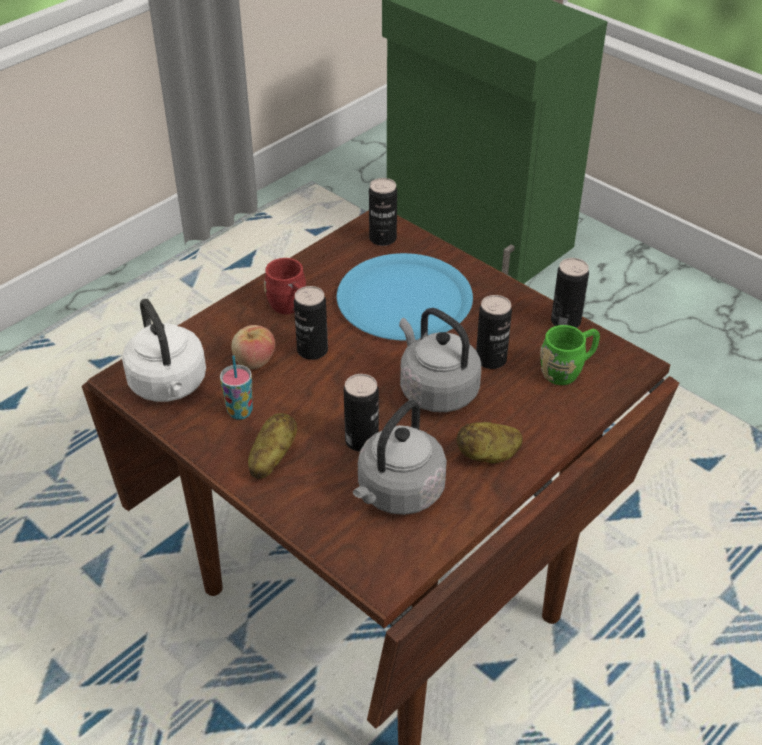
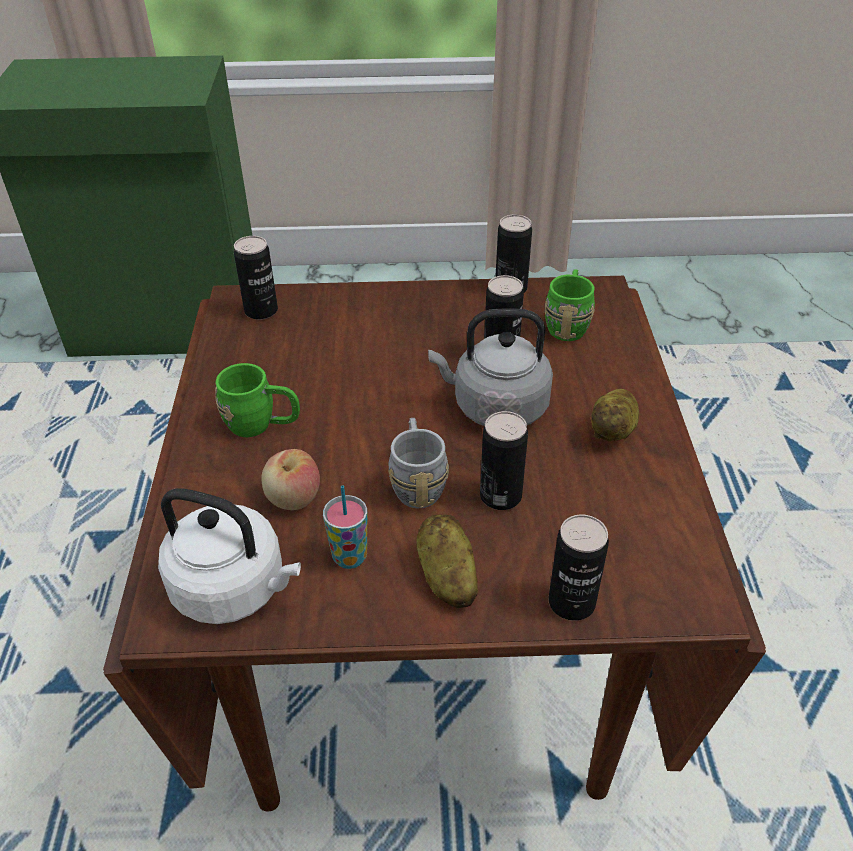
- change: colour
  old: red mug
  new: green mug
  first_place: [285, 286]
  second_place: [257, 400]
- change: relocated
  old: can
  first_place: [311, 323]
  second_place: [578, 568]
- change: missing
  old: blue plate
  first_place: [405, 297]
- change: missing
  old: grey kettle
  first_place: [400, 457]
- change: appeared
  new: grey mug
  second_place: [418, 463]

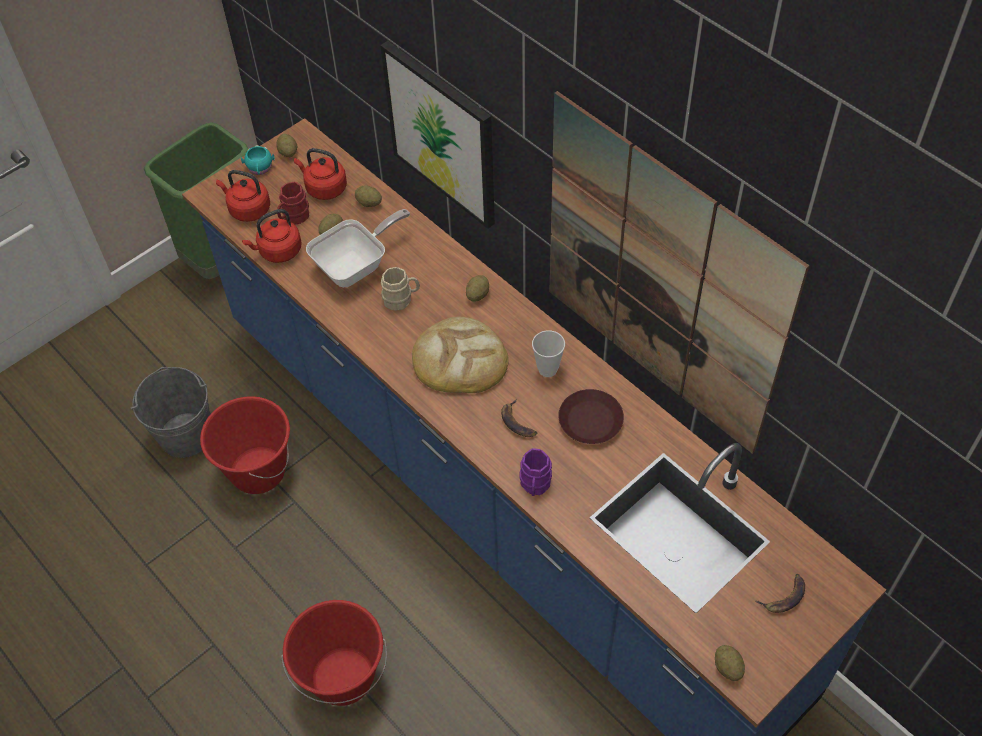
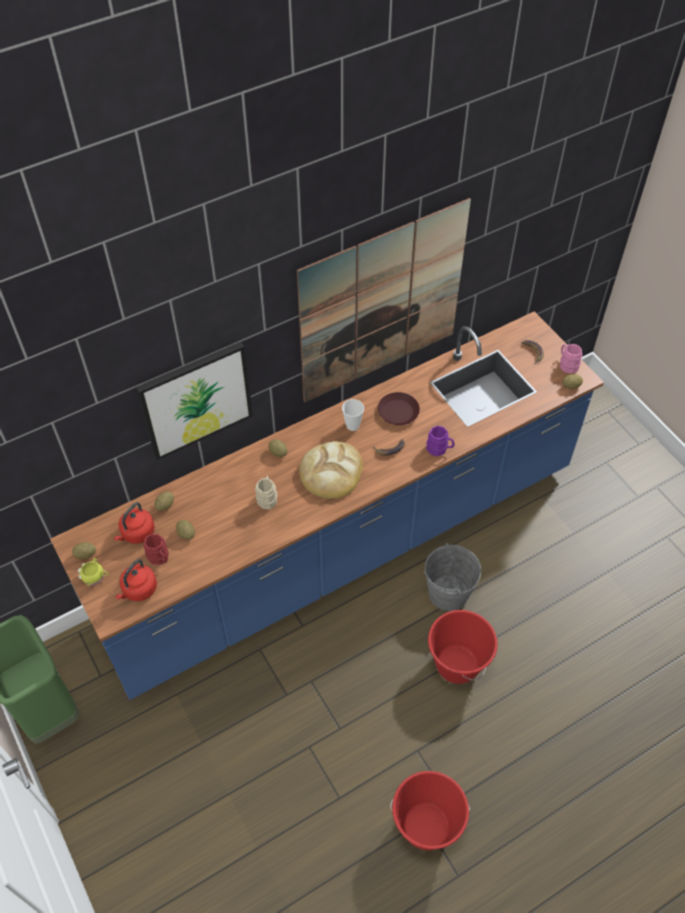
- change: relocated
  old: grey bucket
  first_place: [170, 412]
  second_place: [452, 577]
- change: relocated
  old: red bucket
  first_place: [245, 445]
  second_place: [430, 810]
- change: colour
  old: turquoise mug
  new: yellow mug
  first_place: [258, 160]
  second_place: [93, 572]
- change: missing
  old: red kettle
  first_place: [272, 236]
- change: missing
  old: frying pan
  first_place: [358, 248]
- change: appeared
  new: pink mug
  second_place: [571, 358]

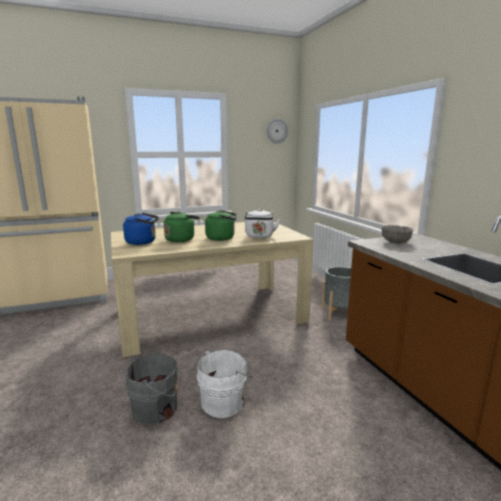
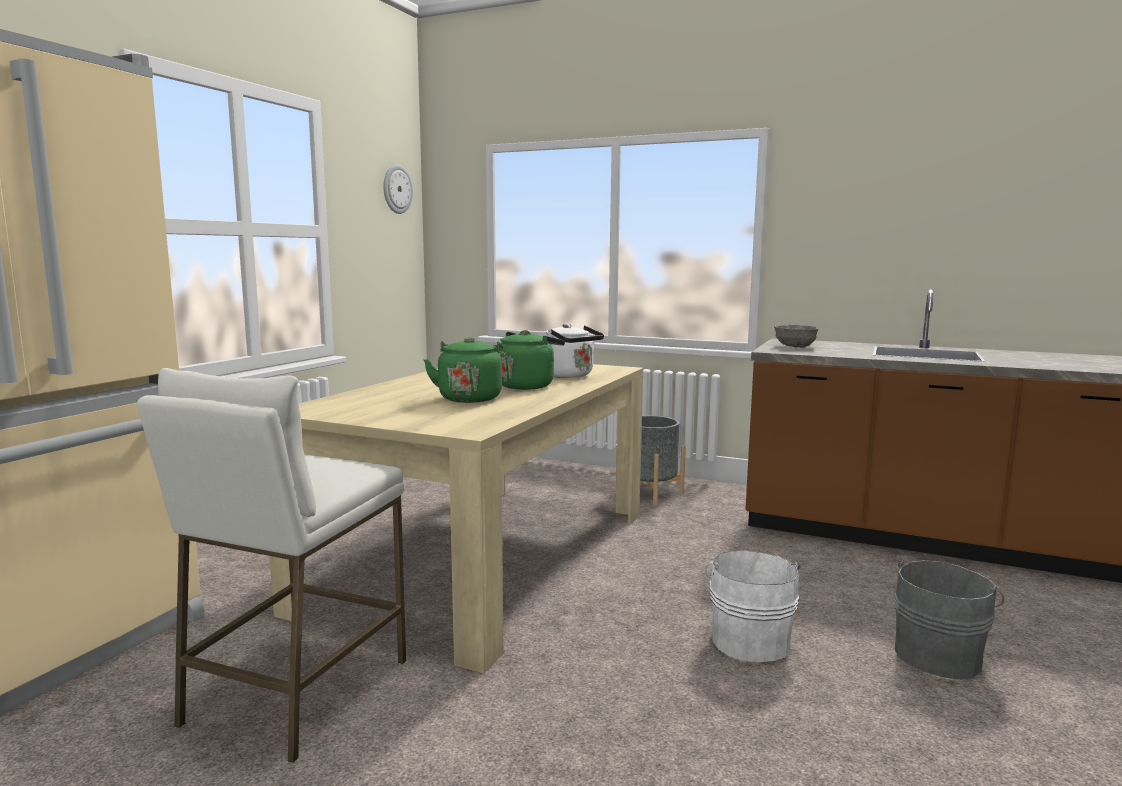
- change: missing
  old: blue kettle
  first_place: [141, 229]
- change: relocated
  old: grey bucket
  first_place: [153, 388]
  second_place: [949, 620]
- change: appeared
  new: white stool
  second_place: [271, 565]

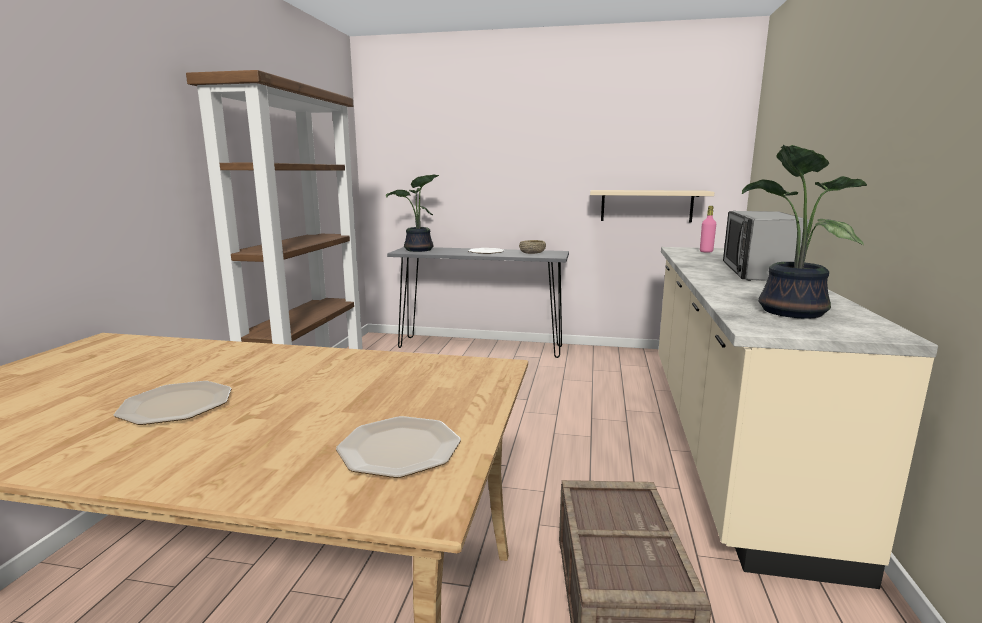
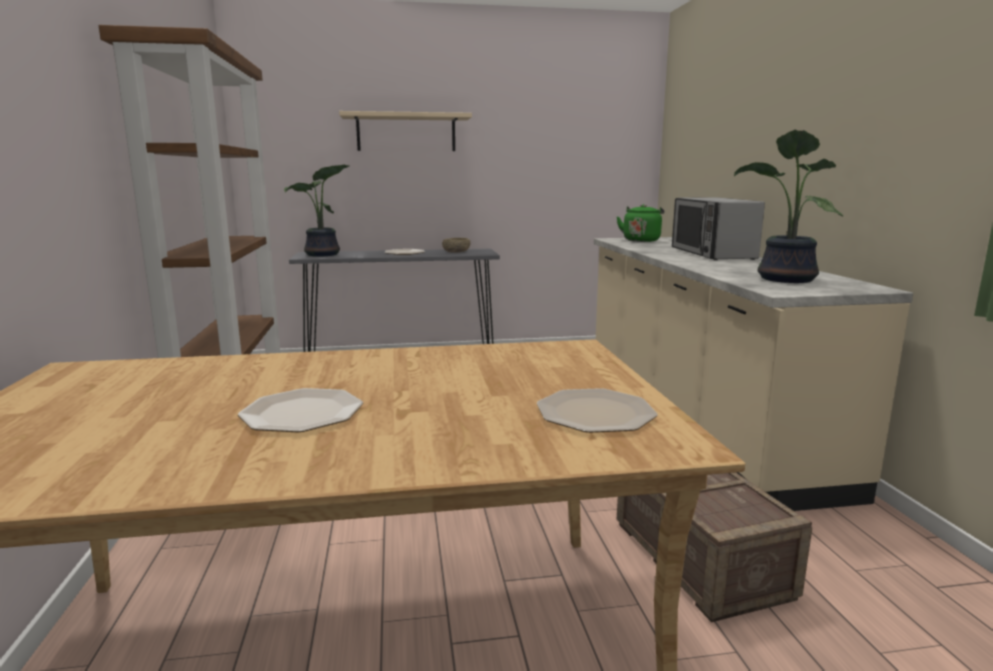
- change: relocated
  old: beige shelf
  first_place: [652, 206]
  second_place: [405, 131]
- change: exchanged
  old: pink bottle
  new: green kettle
  first_place: [708, 229]
  second_place: [640, 223]

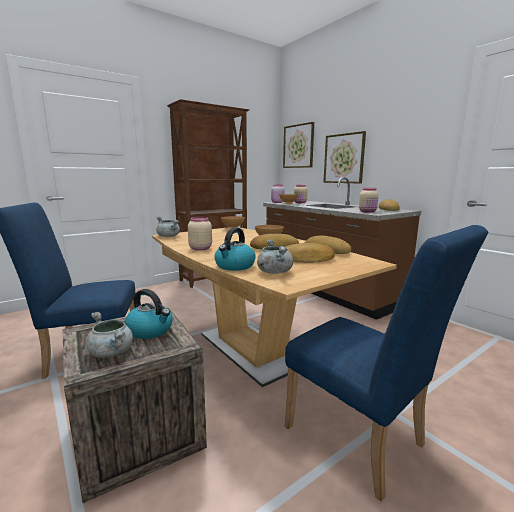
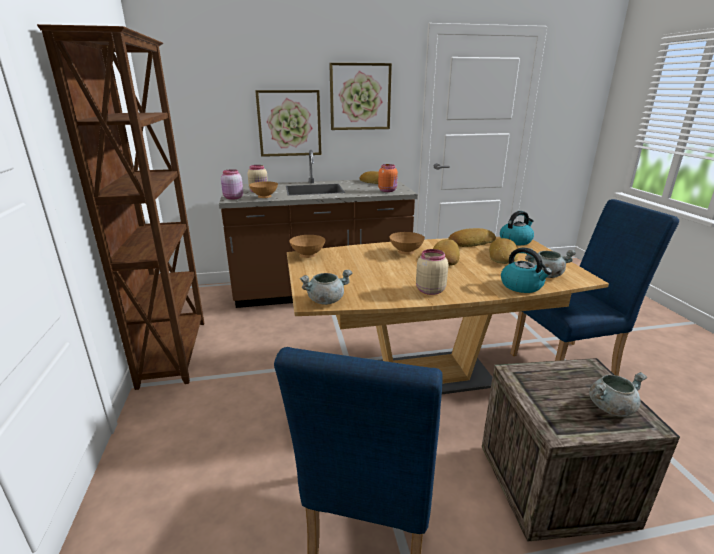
- change: relocated
  old: kettle
  first_place: [149, 314]
  second_place: [517, 228]
- change: relocated
  old: picture
  first_place: [298, 145]
  second_place: [360, 96]
- change: colour
  old: beige jar
  new: orange jar
  first_place: [369, 200]
  second_place: [388, 178]

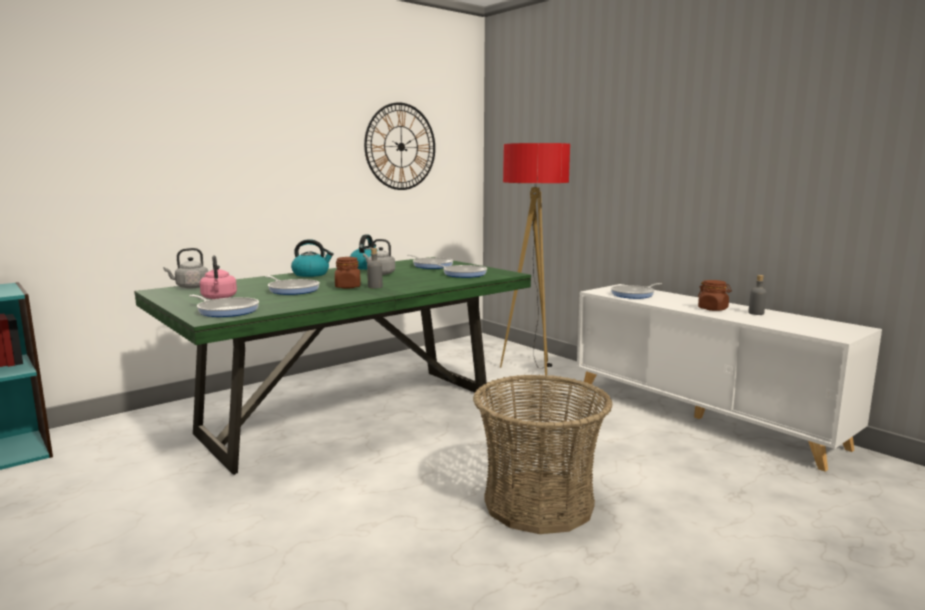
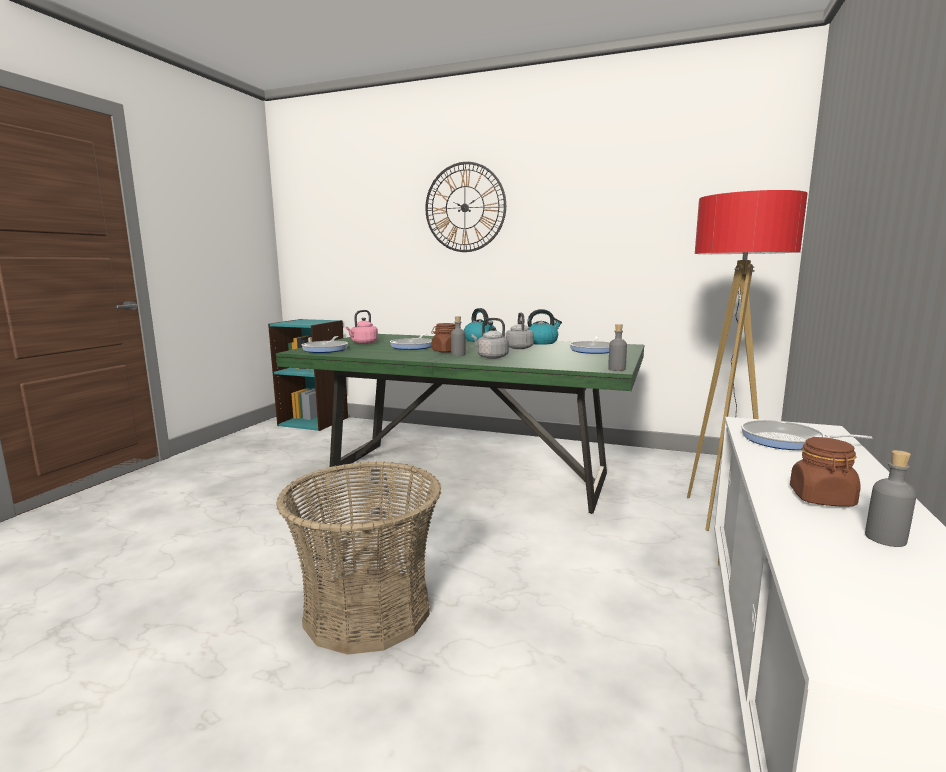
- change: relocated
  old: grey kettle
  first_place: [186, 268]
  second_place: [490, 338]
- change: relocated
  old: wall clock
  first_place: [399, 146]
  second_place: [465, 207]
- change: missing
  old: frying pan
  first_place: [458, 270]
- change: appeared
  new: grey bottle
  second_place: [617, 347]

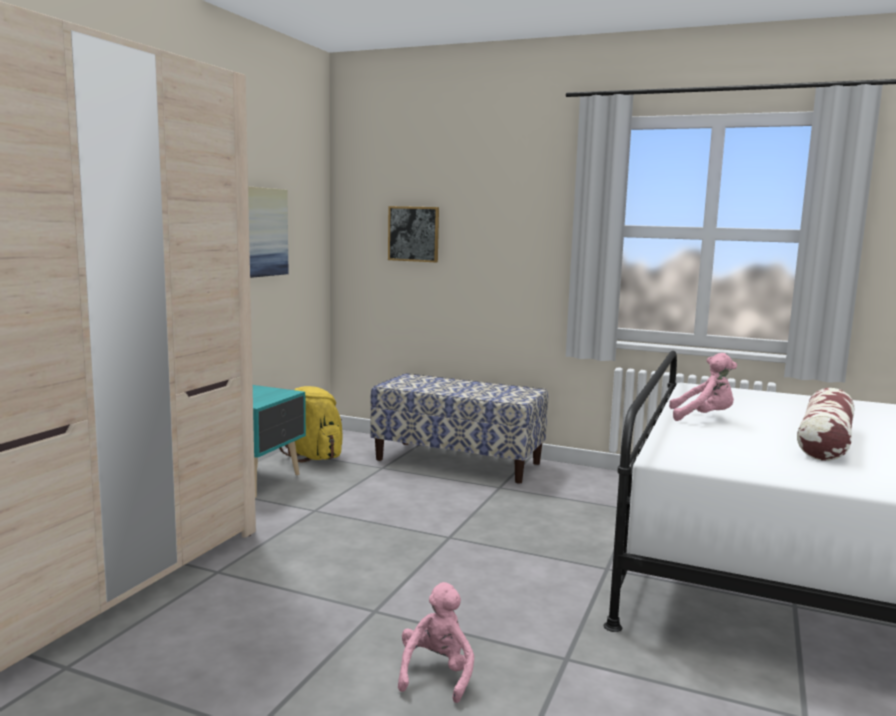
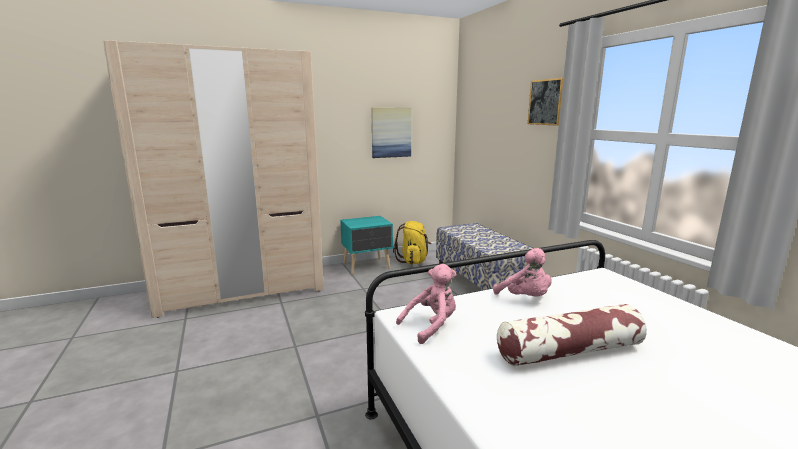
- change: relocated
  old: picture
  first_place: [413, 234]
  second_place: [545, 102]
- change: relocated
  old: pink plush toy
  first_place: [436, 642]
  second_place: [426, 304]

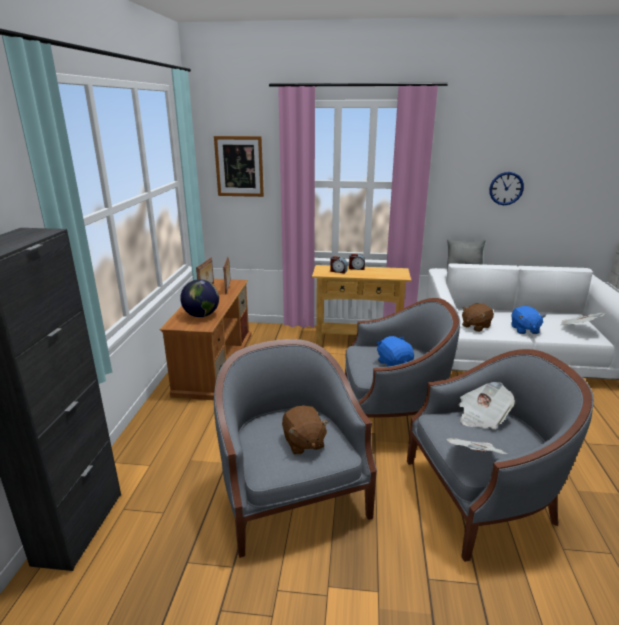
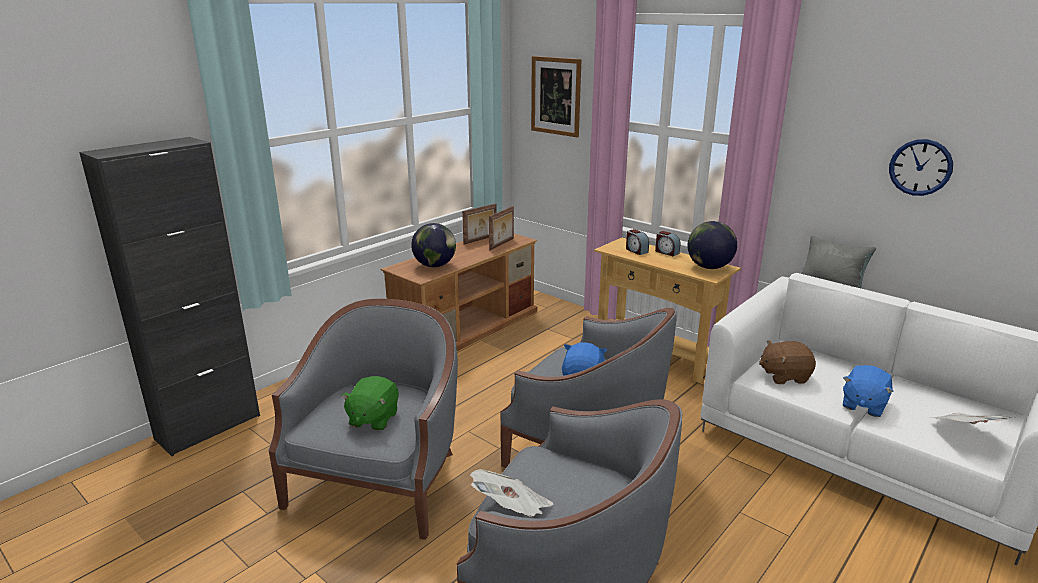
- change: colour
  old: brown plush toy
  new: green plush toy
  first_place: [305, 430]
  second_place: [370, 403]
- change: missing
  old: newspaper
  first_place: [487, 405]
- change: appeared
  new: globe
  second_place: [712, 245]

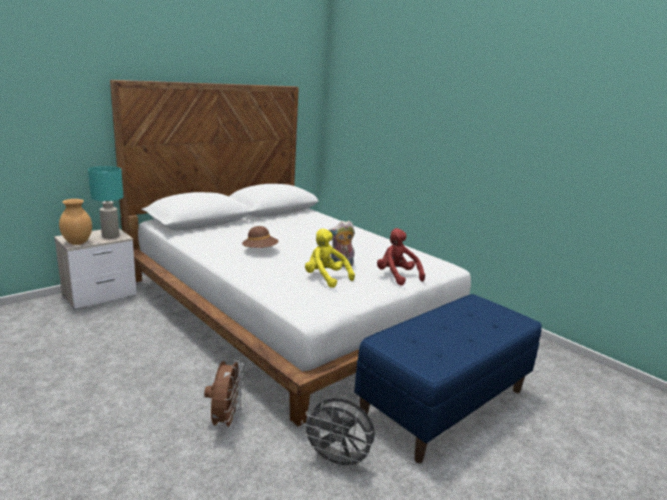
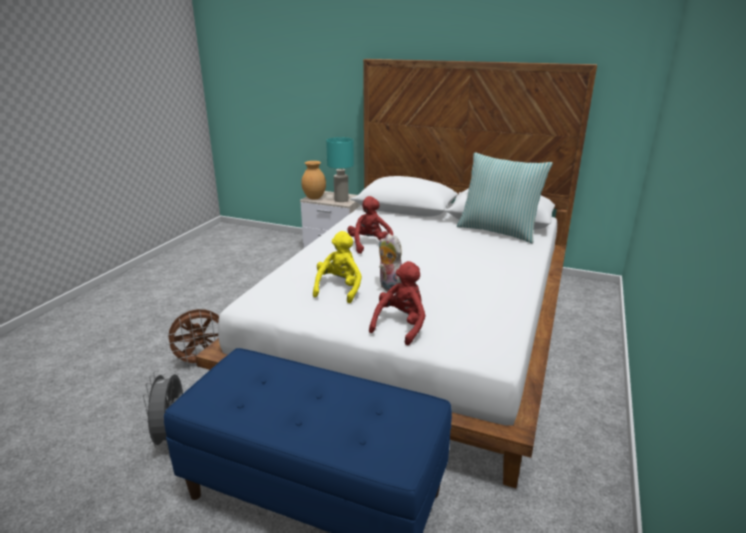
- change: exchanged
  old: brown hat
  new: red plush toy
  first_place: [260, 237]
  second_place: [370, 225]
- change: appeared
  new: pillow
  second_place: [505, 198]

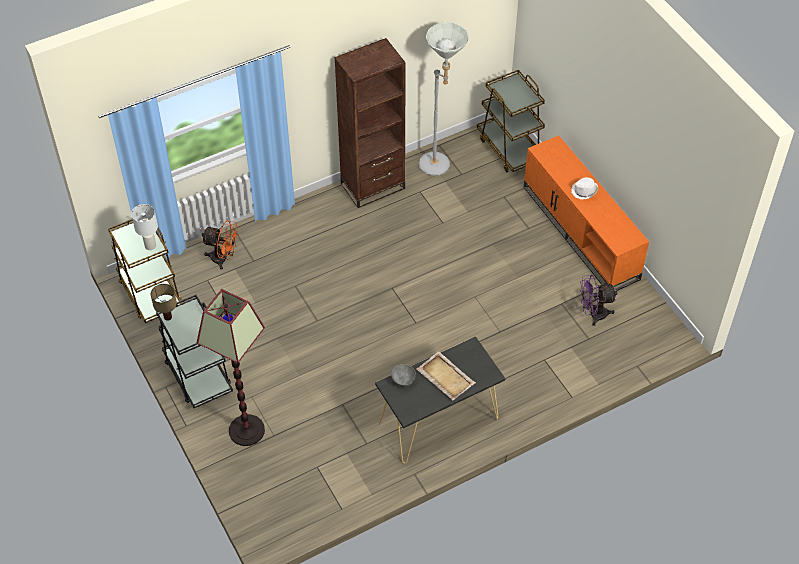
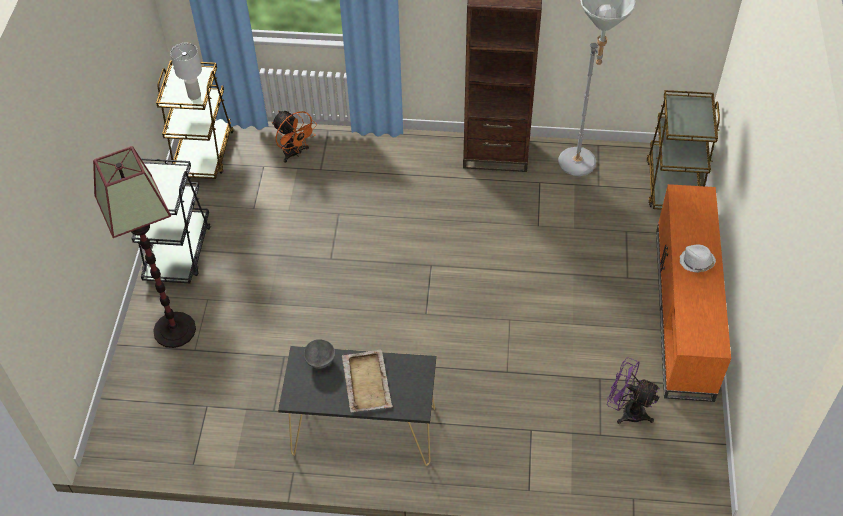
- change: missing
  old: table lamp
  first_place: [164, 302]

